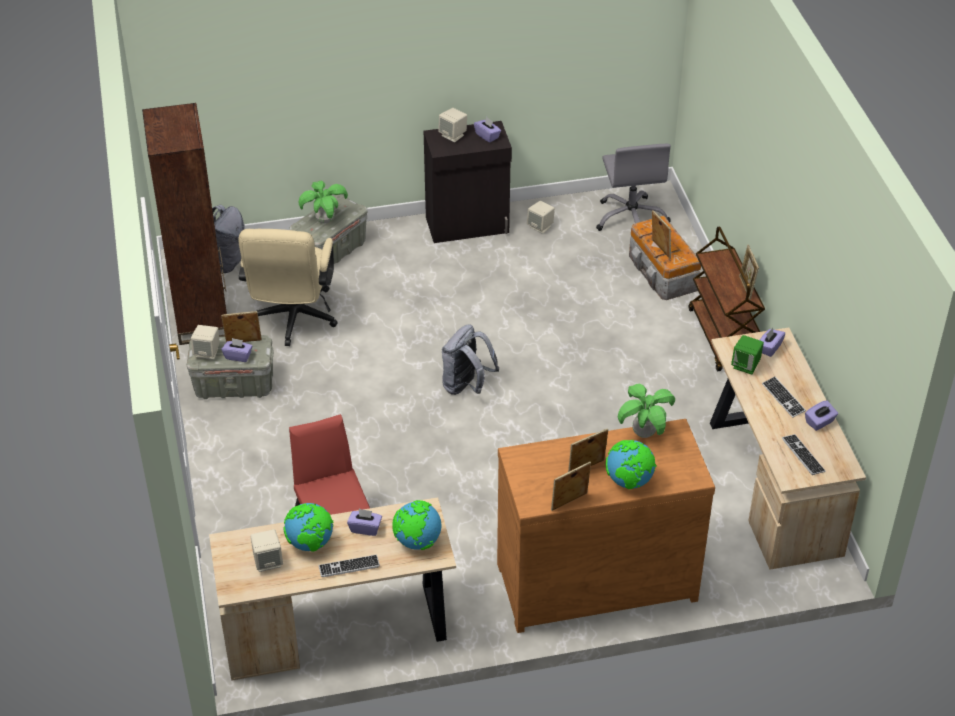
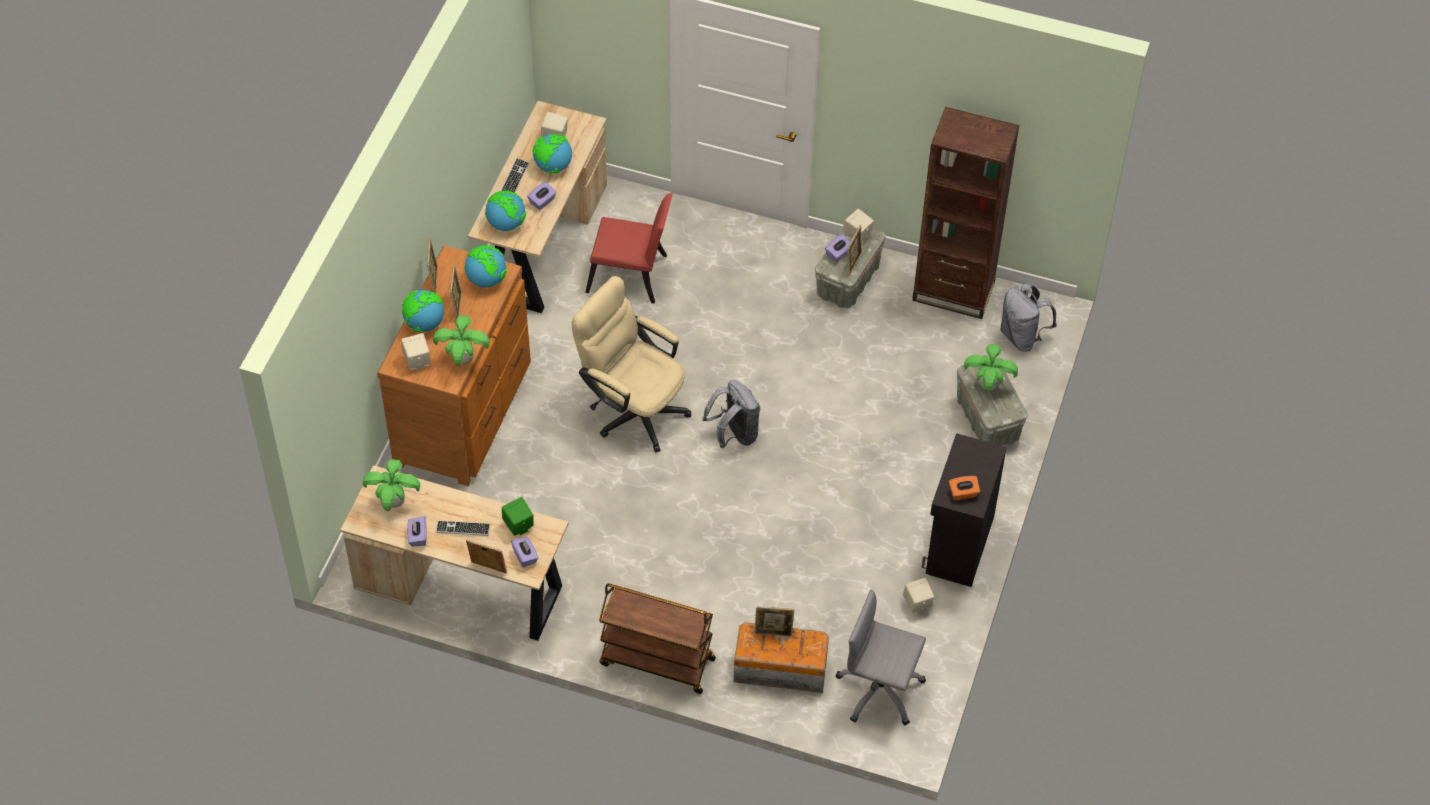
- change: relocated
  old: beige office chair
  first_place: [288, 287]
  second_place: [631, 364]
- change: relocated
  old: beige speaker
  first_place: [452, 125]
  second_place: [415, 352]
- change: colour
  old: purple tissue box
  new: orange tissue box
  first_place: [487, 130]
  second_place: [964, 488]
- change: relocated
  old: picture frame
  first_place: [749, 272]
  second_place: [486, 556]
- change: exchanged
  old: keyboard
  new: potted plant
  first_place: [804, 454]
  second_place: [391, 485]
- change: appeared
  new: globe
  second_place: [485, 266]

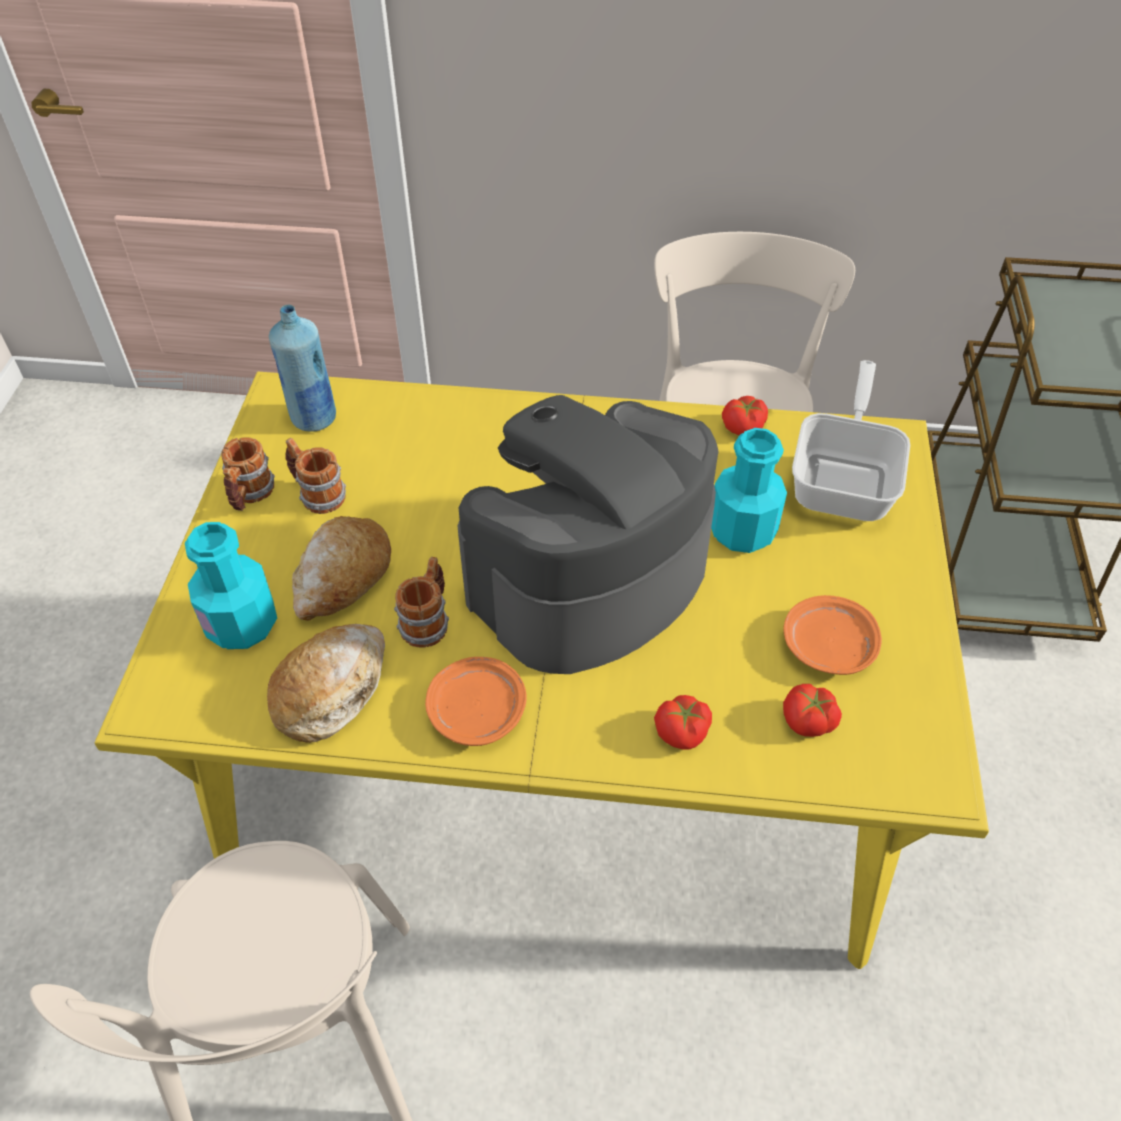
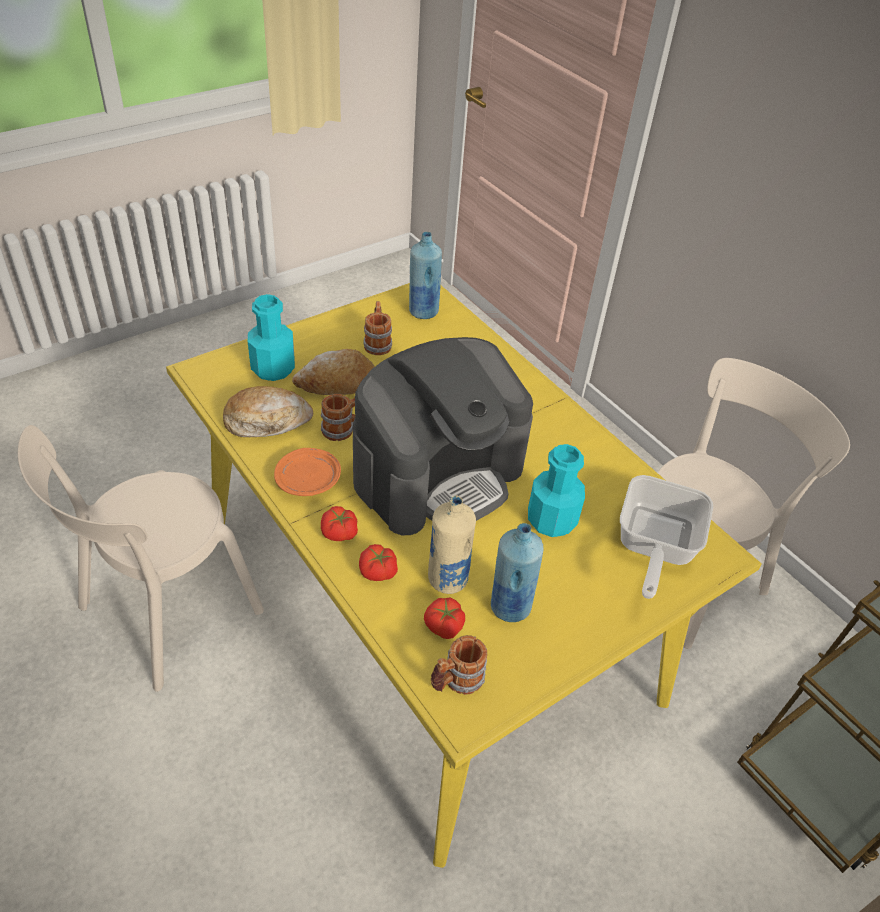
- change: relocated
  old: mug
  first_place: [248, 474]
  second_place: [459, 665]
- change: spun
  old: coffee machine
  first_place: [587, 534]
  second_place: [443, 436]
  degrees: 135
- change: relocated
  old: tomato
  first_place: [745, 415]
  second_place: [339, 523]
- change: exchanged
  old: orange plate
  new: blue bottle
  first_place: [833, 635]
  second_place: [517, 572]
- change: spun
  old: frying pan
  first_place: [851, 440]
  second_place: [666, 537]
  degrees: 135
- change: appeared
  new: beige bottle
  second_place: [452, 544]

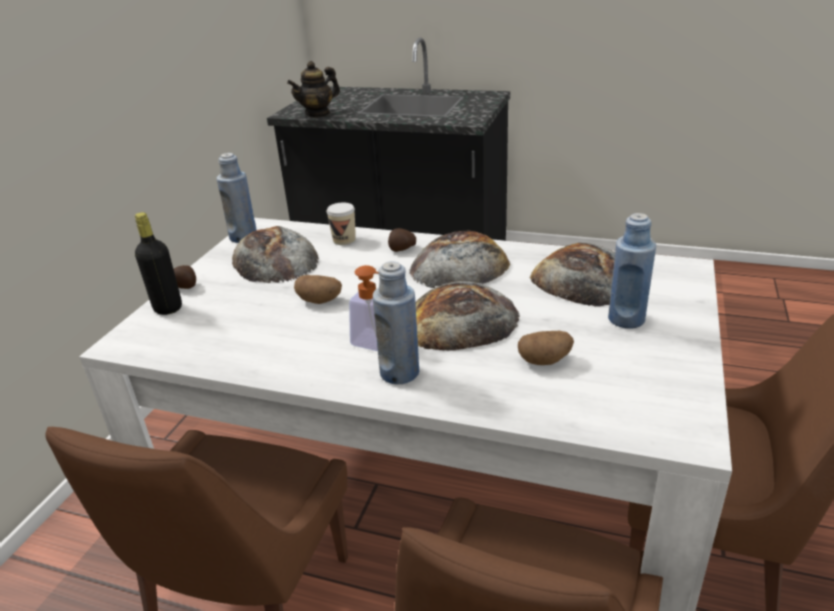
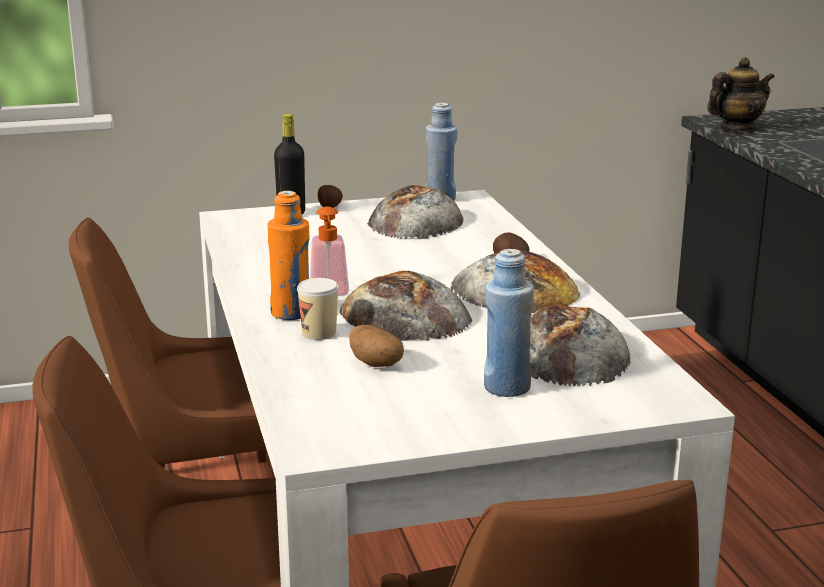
- change: spun
  old: teapot
  first_place: [313, 89]
  second_place: [740, 94]
  degrees: 135
- change: missing
  old: potato
  first_place: [318, 289]
- change: relocated
  old: cup
  first_place: [341, 223]
  second_place: [318, 309]
- change: colour
  old: blue bottle
  new: orange bottle
  first_place: [396, 322]
  second_place: [288, 255]

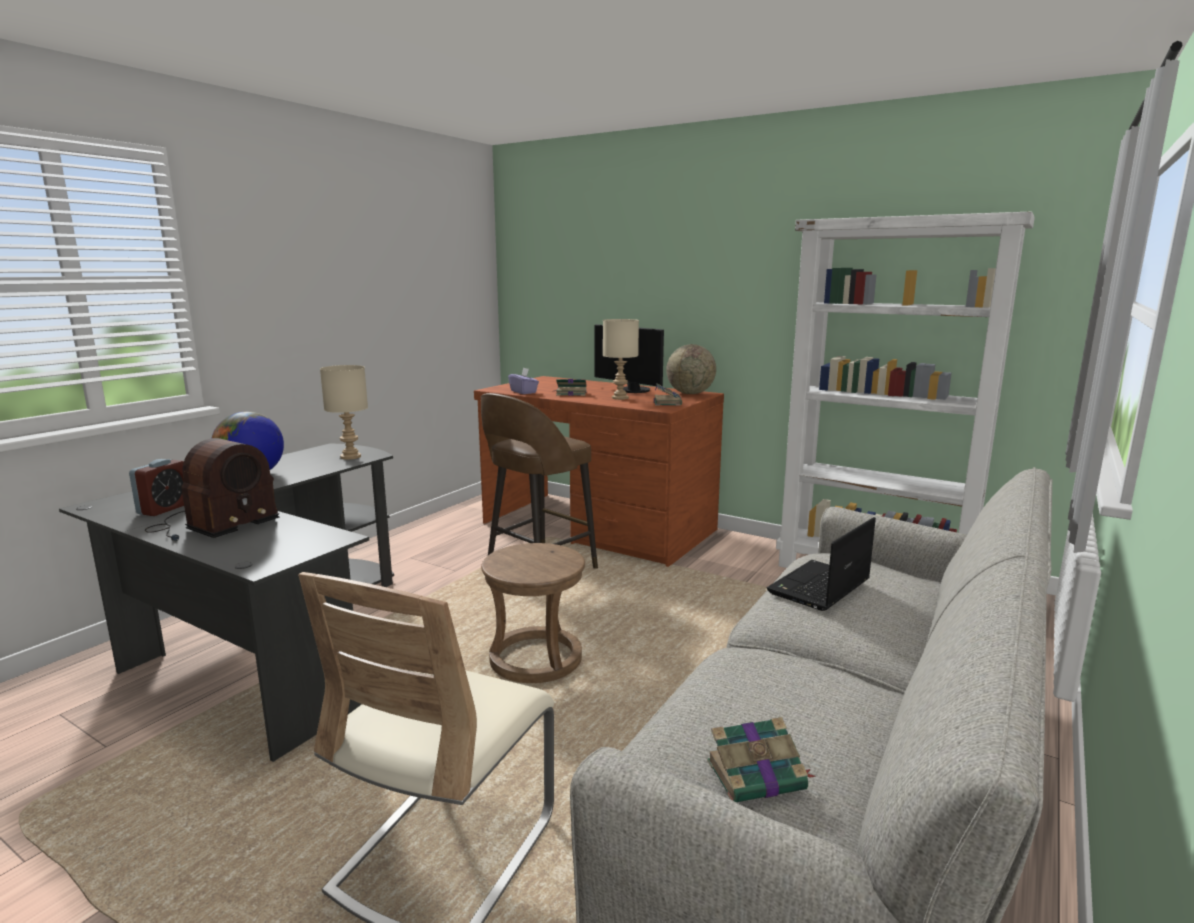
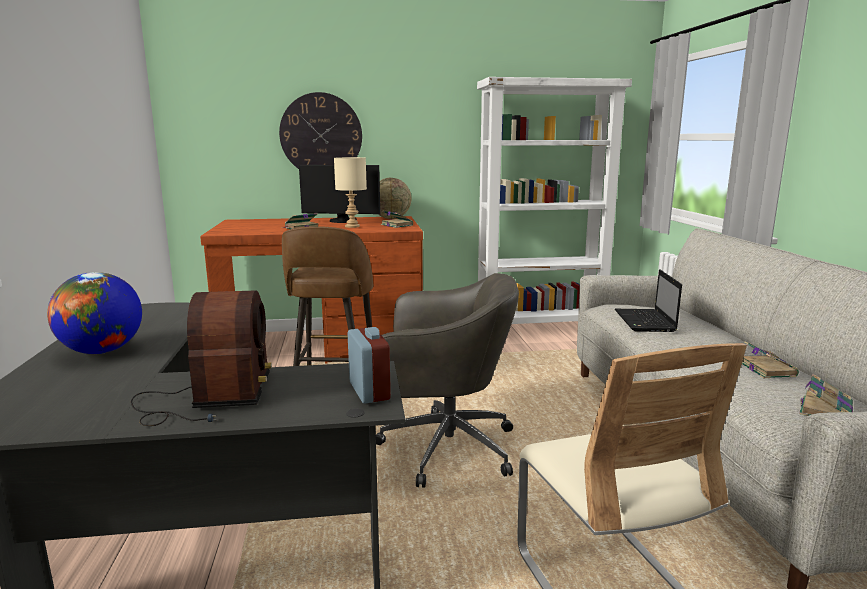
- change: relocated
  old: alarm clock
  first_place: [156, 487]
  second_place: [369, 365]
- change: missing
  old: beige table lamp
  first_place: [344, 412]
- change: exchanged
  old: brown stool
  new: grey office chair
  first_place: [533, 613]
  second_place: [447, 380]
- change: missing
  old: purple tissue box
  first_place: [523, 381]
- change: appeared
  new: wall clock
  second_place: [320, 130]
- change: appeared
  new: book
  second_place: [770, 359]

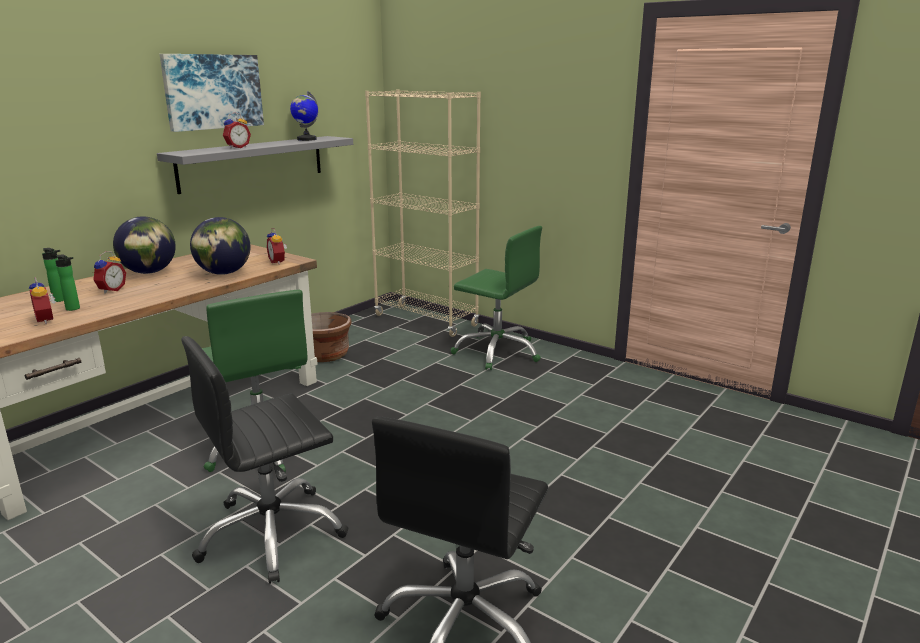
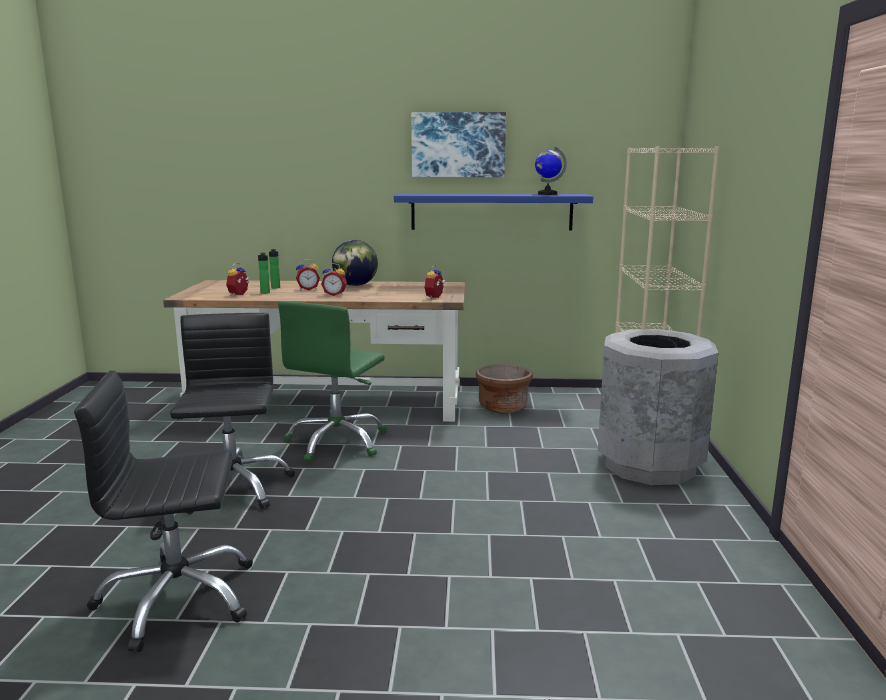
- change: colour
  old: grey shelf
  new: blue shelf
  first_place: [255, 165]
  second_place: [493, 211]
- change: spun
  old: black office chair
  first_place: [265, 460]
  second_place: [232, 413]
  degrees: 60
- change: missing
  old: globe
  first_place: [220, 246]
- change: relocated
  old: alarm clock
  first_place: [237, 130]
  second_place: [334, 279]
- change: exchanged
  old: green office chair
  new: grey trash can
  first_place: [496, 298]
  second_place: [658, 407]

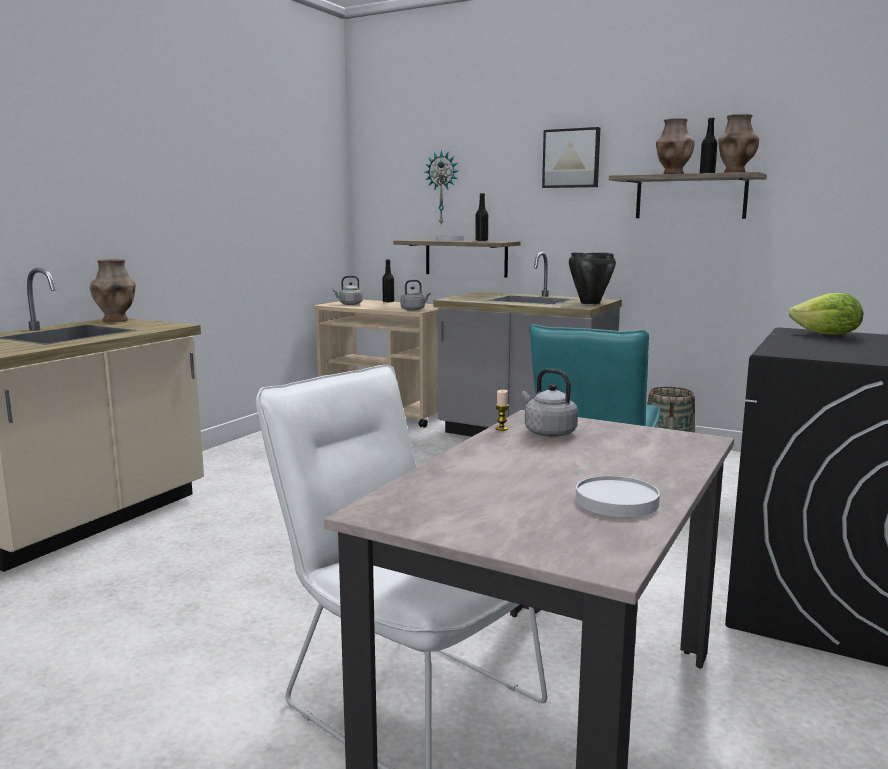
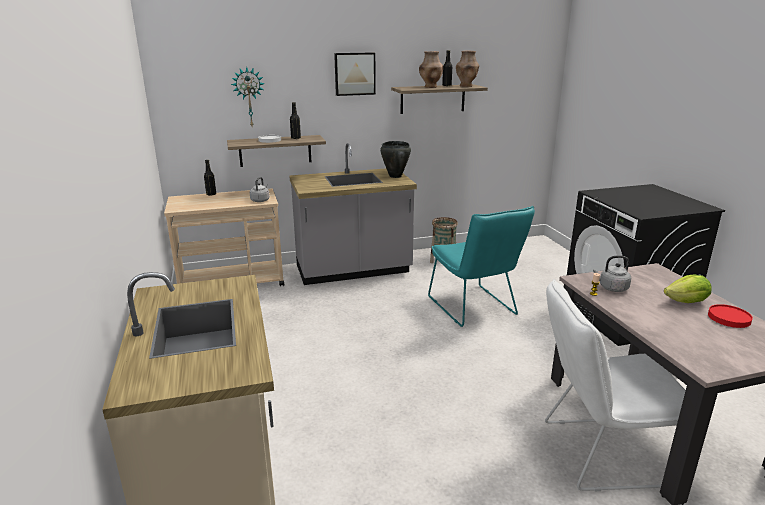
- change: missing
  old: brown vase
  first_place: [113, 290]
- change: missing
  old: grey kettle
  first_place: [347, 290]
- change: colour
  old: white plate
  new: red plate
  first_place: [618, 496]
  second_place: [730, 316]
- change: relocated
  old: lettuce
  first_place: [826, 313]
  second_place: [688, 289]

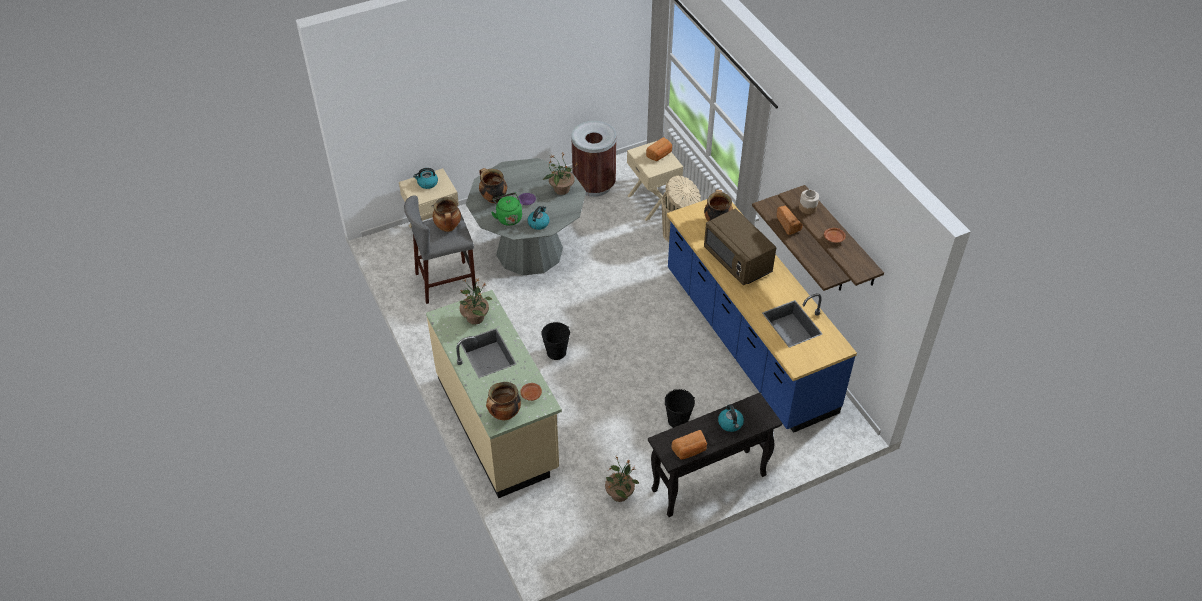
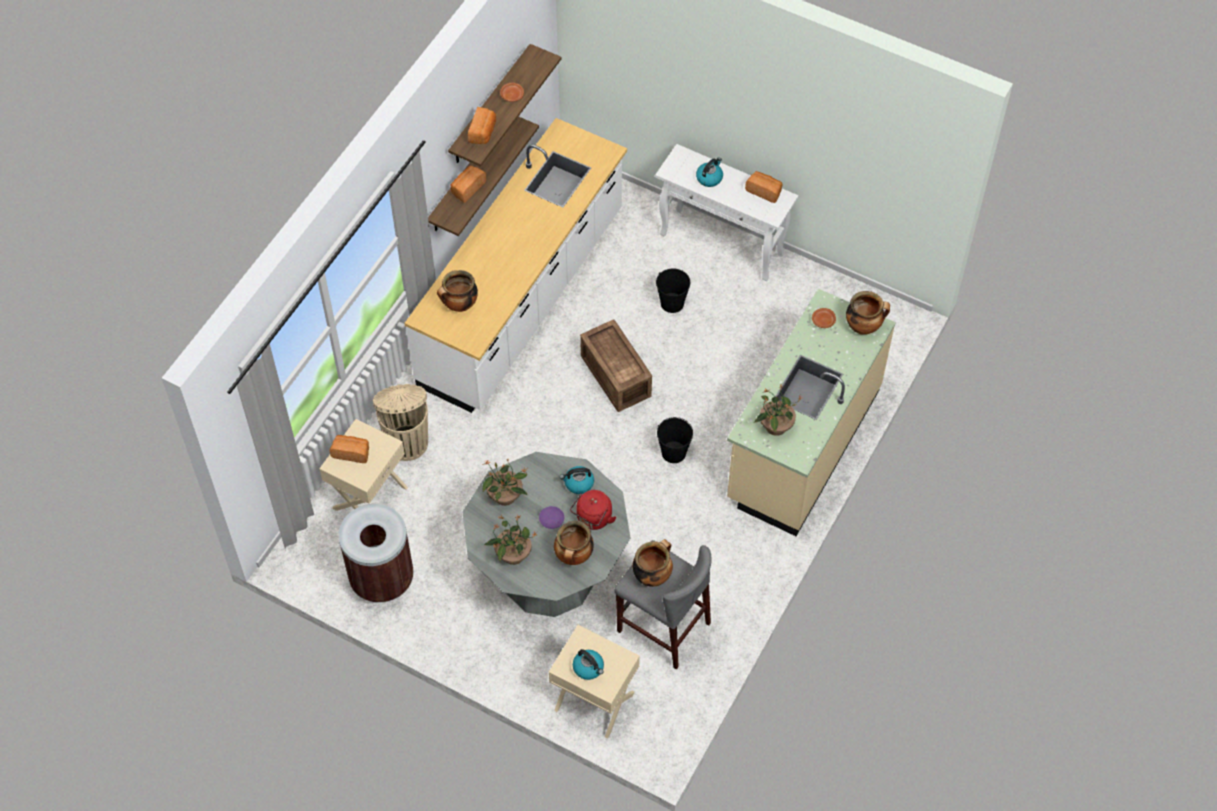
- change: colour
  old: green kettle
  new: red kettle
  first_place: [506, 209]
  second_place: [593, 510]
- change: relocated
  old: potted plant
  first_place: [622, 479]
  second_place: [510, 540]
- change: colour
  old: black console table
  new: white console table
  first_place: [715, 455]
  second_place: [726, 212]
- change: colour
  old: blue counter
  new: white counter
  first_place: [762, 316]
  second_place: [515, 265]
- change: missing
  old: brown microwave
  first_place: [740, 247]
- change: exchanged
  old: jar
  new: bread
  first_place: [809, 202]
  second_place: [482, 125]
- change: appeared
  new: crate
  second_place: [616, 366]

